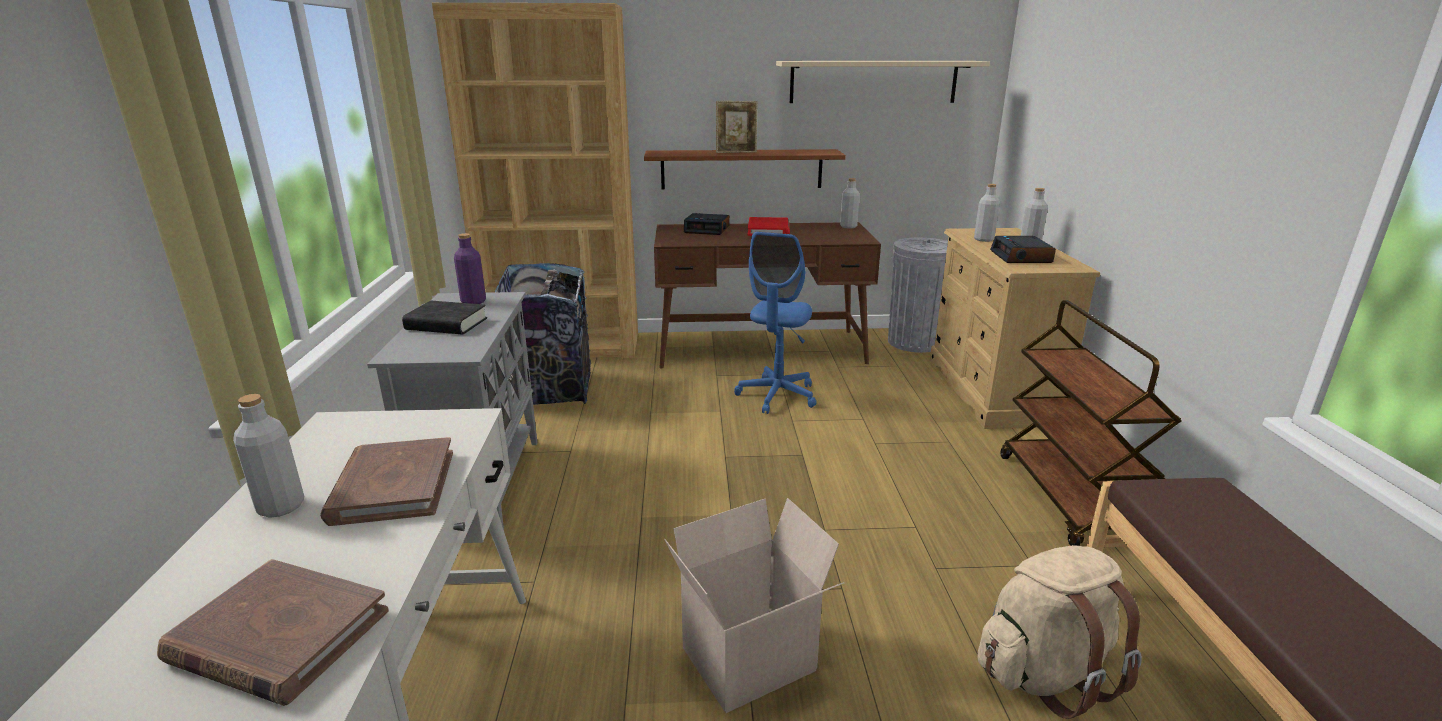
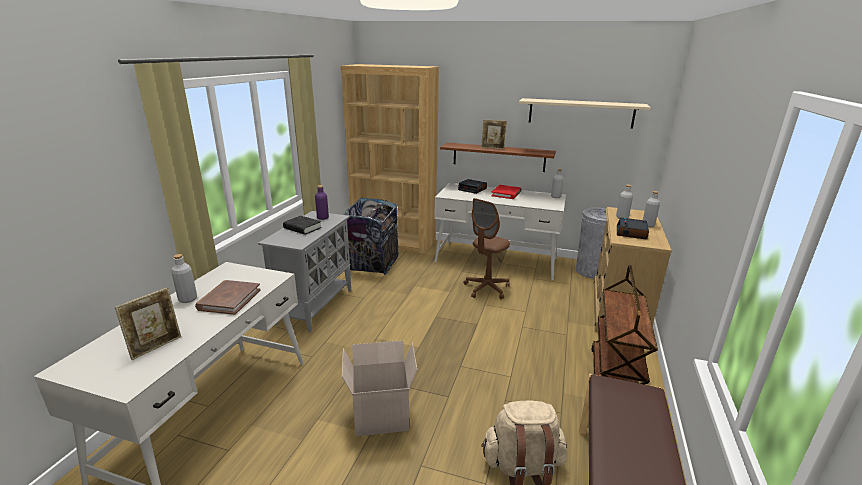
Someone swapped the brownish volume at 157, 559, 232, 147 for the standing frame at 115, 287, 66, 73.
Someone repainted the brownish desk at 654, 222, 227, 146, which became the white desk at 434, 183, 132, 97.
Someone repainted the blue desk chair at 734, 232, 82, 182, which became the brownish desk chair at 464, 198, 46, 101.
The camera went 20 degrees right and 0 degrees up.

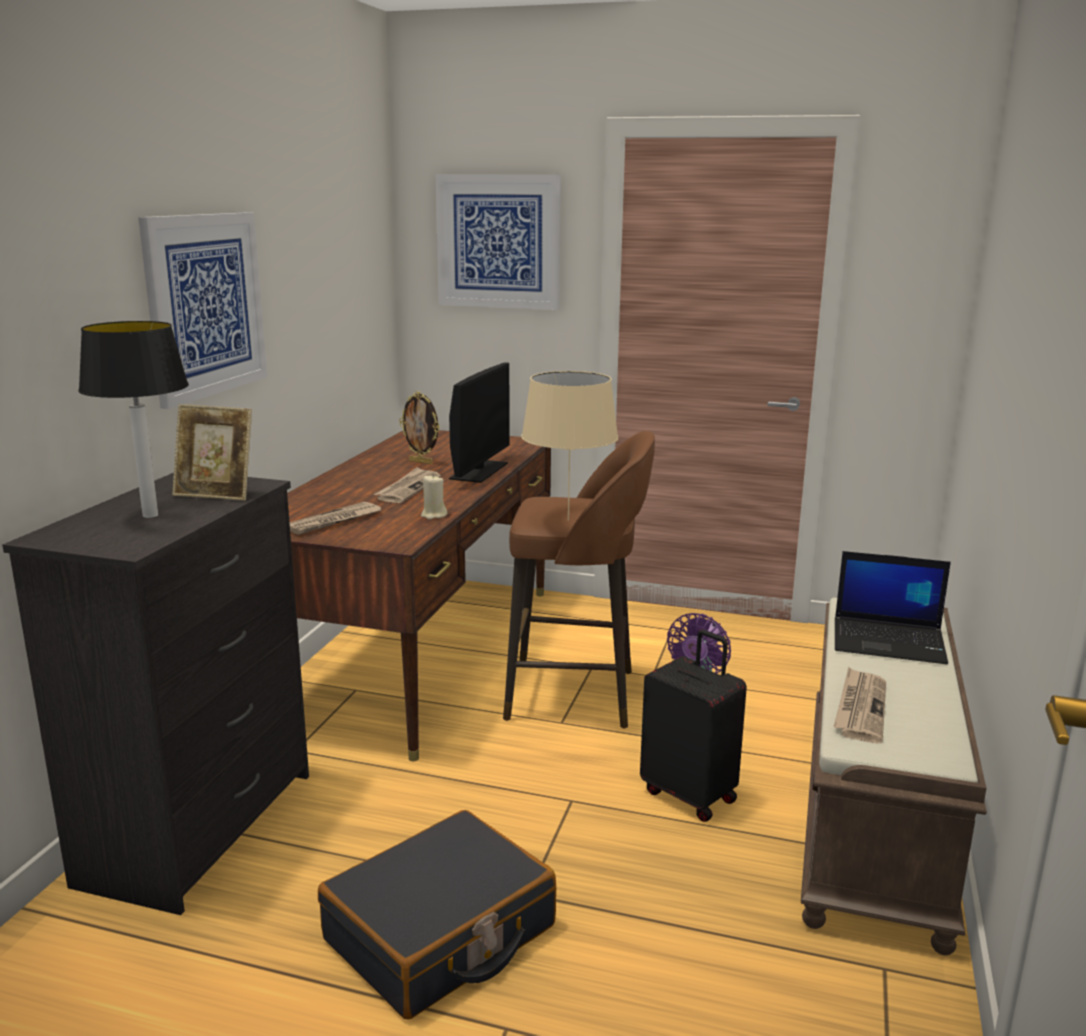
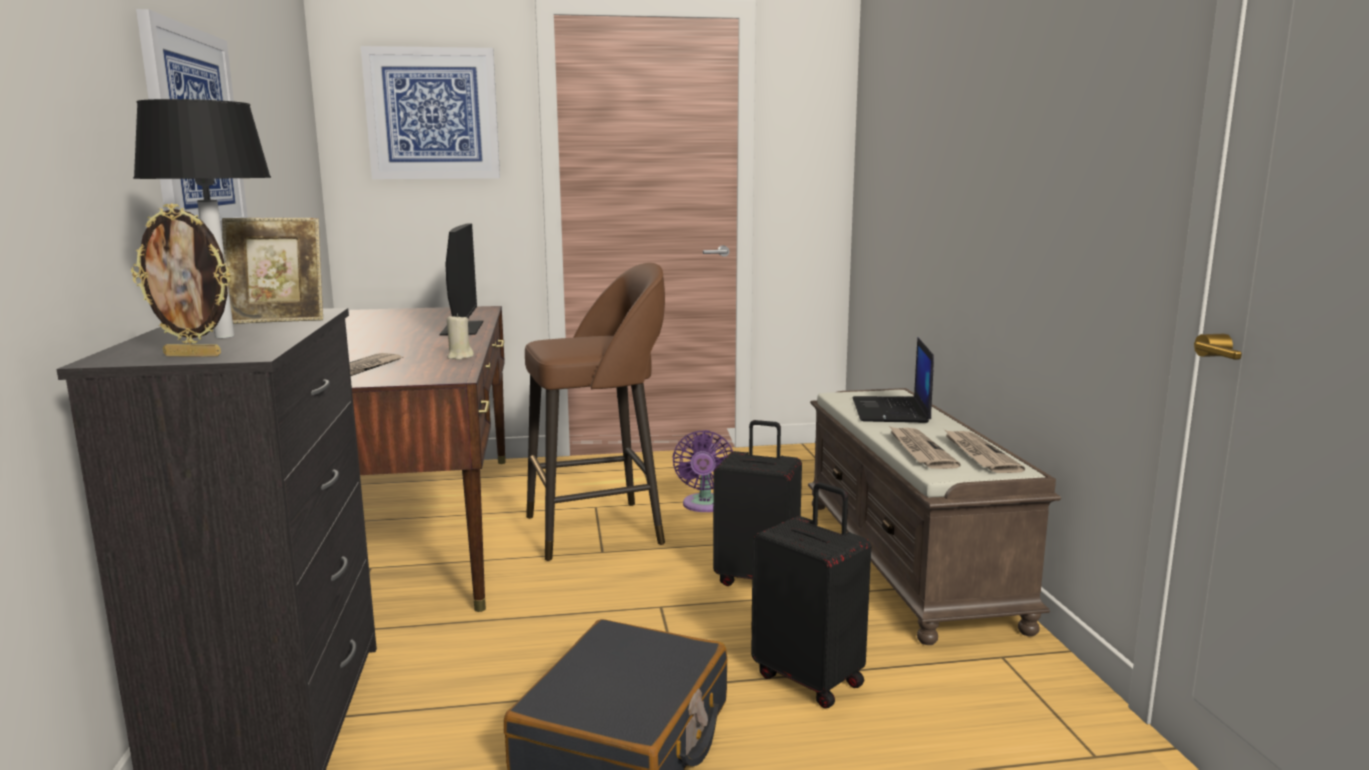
Someone carried the standing frame from 399, 391, 41, 73 to 131, 204, 100, 153.
Someone put down the blackish travel case at 751, 482, 120, 227.
Someone rotated the notebook computer at 835, 551, 116, 113 by 105 degrees clockwise.
Someone carried the newspaper from 374, 467, 67, 36 to 945, 430, 80, 43.
Someone took away the beige-coloured lamp for a table at 521, 371, 97, 150.
The camera went 25 degrees left and 5 degrees down.

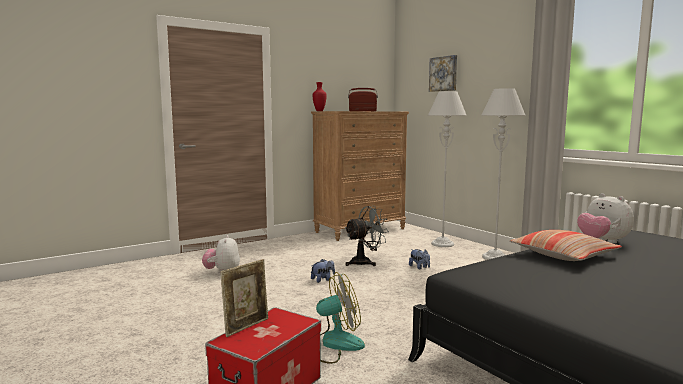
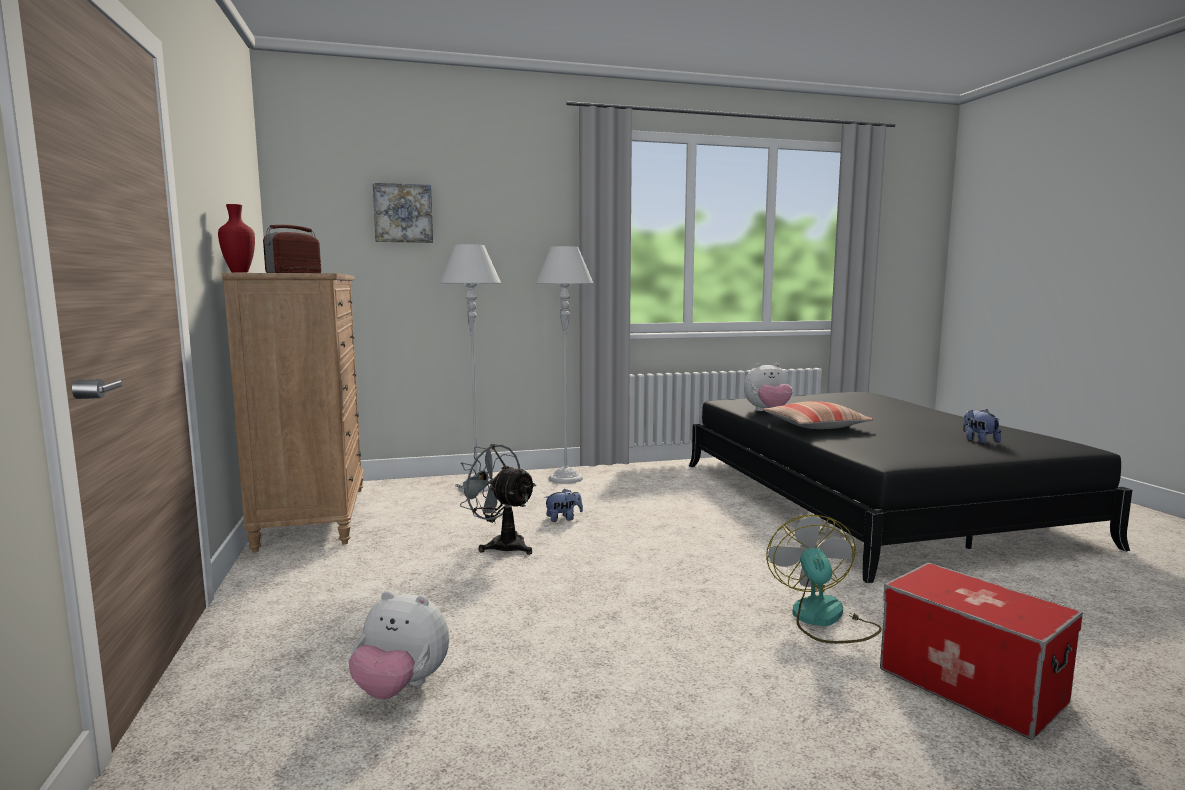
Someone rotated the greyish electric fan at 345, 206, 44, 60 by 45 degrees counterclockwise.
Someone carried the soft toy from 311, 259, 24, 24 to 963, 409, 38, 35.
Someone took away the standing frame at 220, 259, 48, 78.
The camera went 70 degrees left and 0 degrees up.

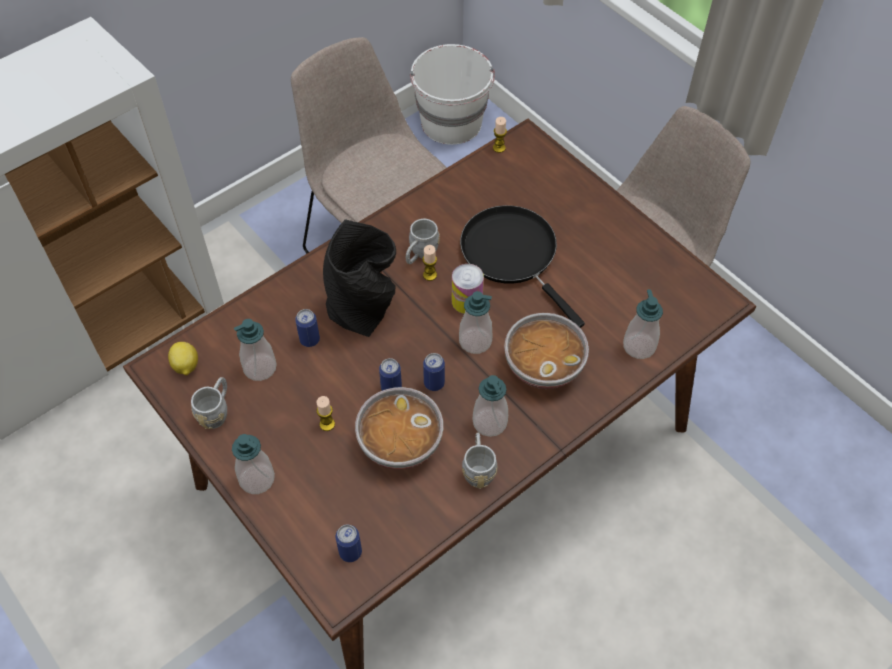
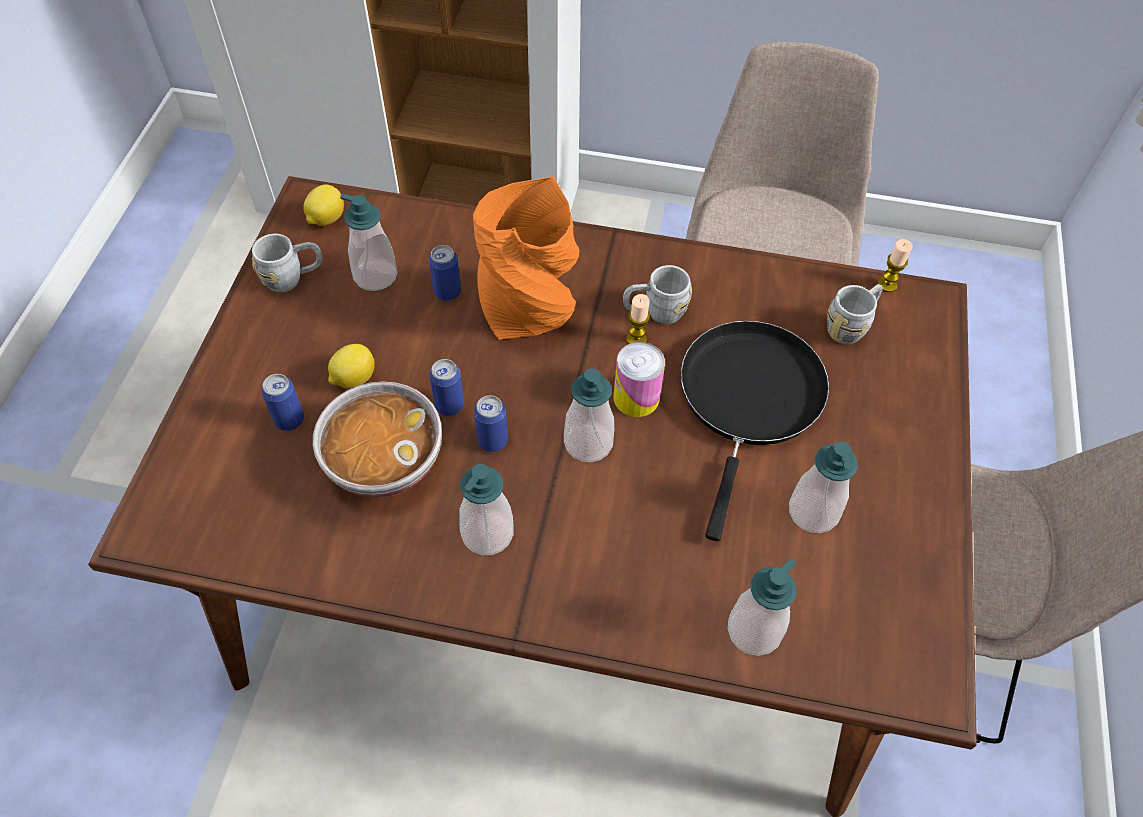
Someone carried the sealed can from 335, 524, 27, 38 to 261, 374, 43, 57.
Someone swapped the candle at 316, 396, 19, 35 for the whole lemon at 328, 344, 47, 44.
Someone repainted the blackish vase at 323, 219, 73, 118, which became the orange-coloured vase at 473, 176, 106, 164.
Someone carried the liquid soap bottle from 232, 434, 43, 60 to 789, 441, 69, 92.
Someone carried the greyish coffee mug from 462, 433, 36, 56 to 827, 284, 56, 60.
Someone took away the white bucket at 410, 44, 85, 101.
Someone took away the deep dish at 504, 313, 85, 76.
The camera went 50 degrees right and 0 degrees up.

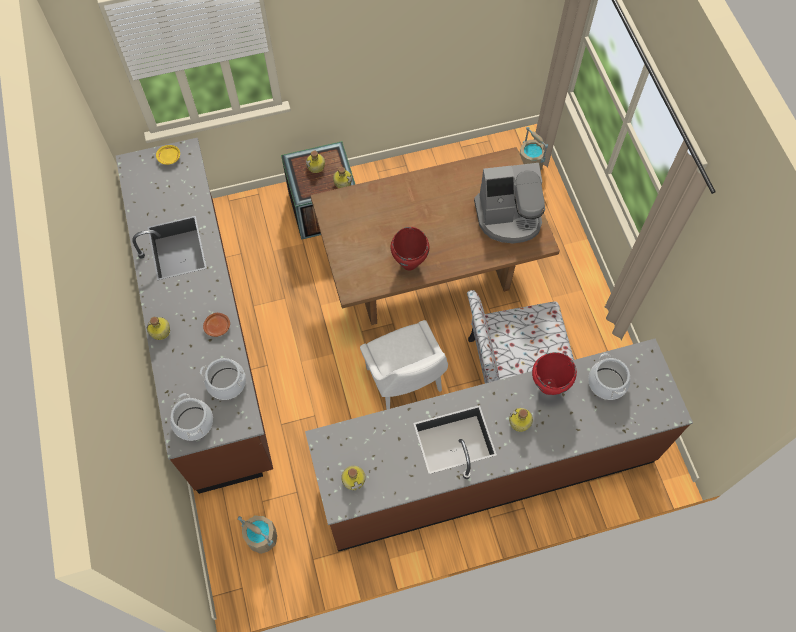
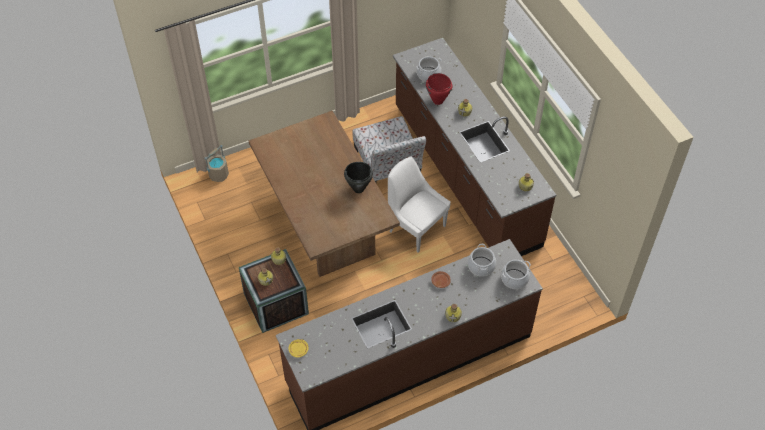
Someone repainted the reddish saucepot at 391, 227, 38, 43, which became the blackish saucepot at 344, 162, 29, 31.
Someone rotated the white upright chair at 360, 320, 88, 90 by 105 degrees counterclockwise.
Someone took away the beige-coloured bucket at 238, 516, 39, 38.
Someone took away the coffee brewer at 474, 163, 71, 80.
The camera went 100 degrees left and 10 degrees down.

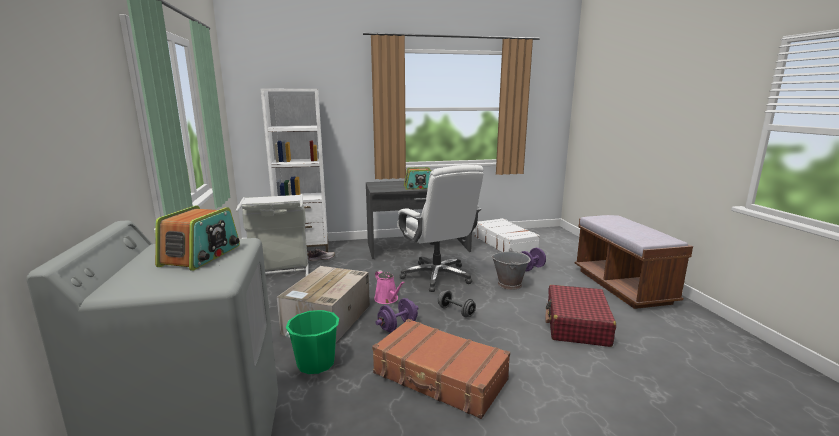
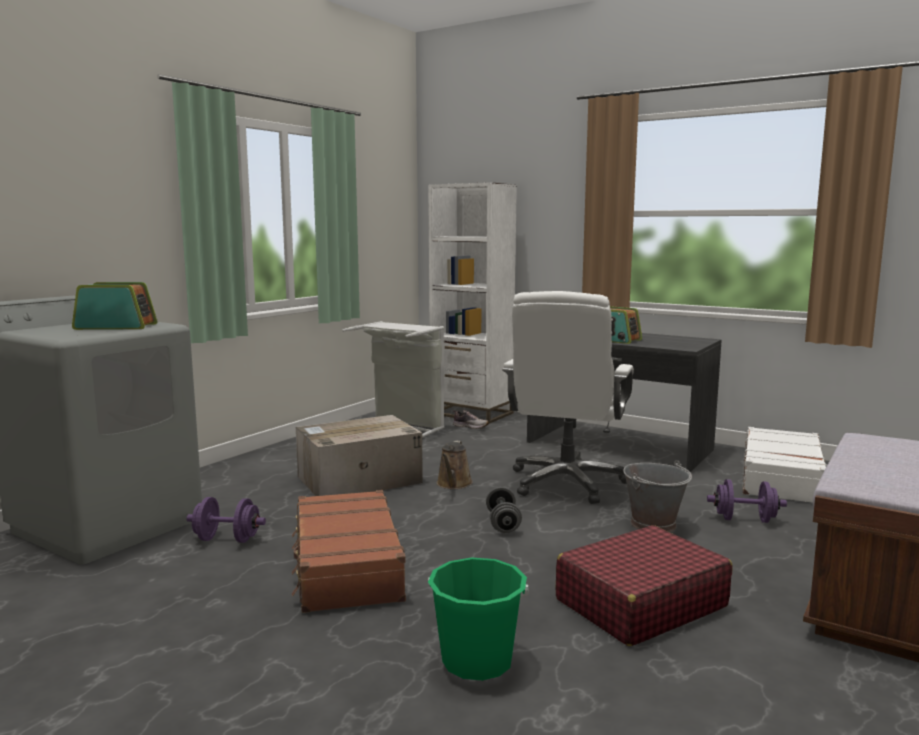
Someone rotated the radio receiver at 155, 206, 85, 65 by 150 degrees counterclockwise.
Someone carried the purple-coloured dumbbell from 376, 298, 43, 35 to 186, 497, 80, 46.
Someone carried the green bucket from 285, 310, 54, 64 to 428, 558, 101, 123.
Someone repainted the pink sprinkling can at 374, 270, 31, 34, which became the brownish sprinkling can at 436, 441, 37, 48.
The camera went 45 degrees right and 5 degrees down.

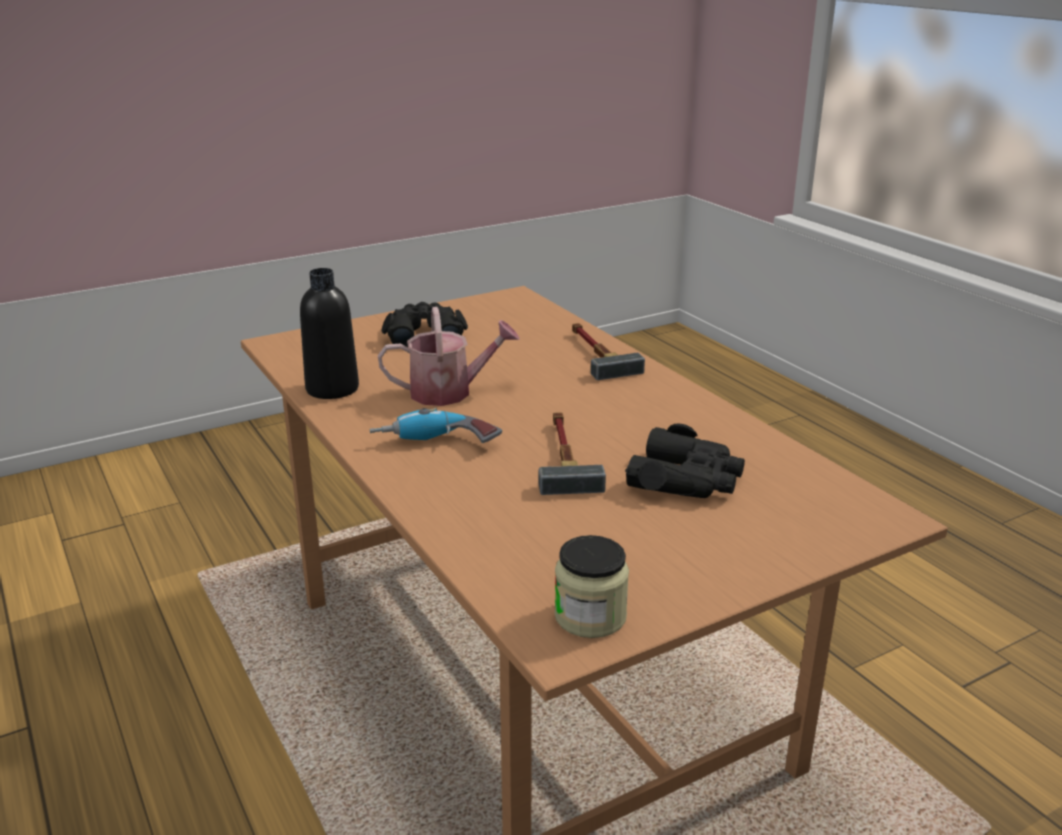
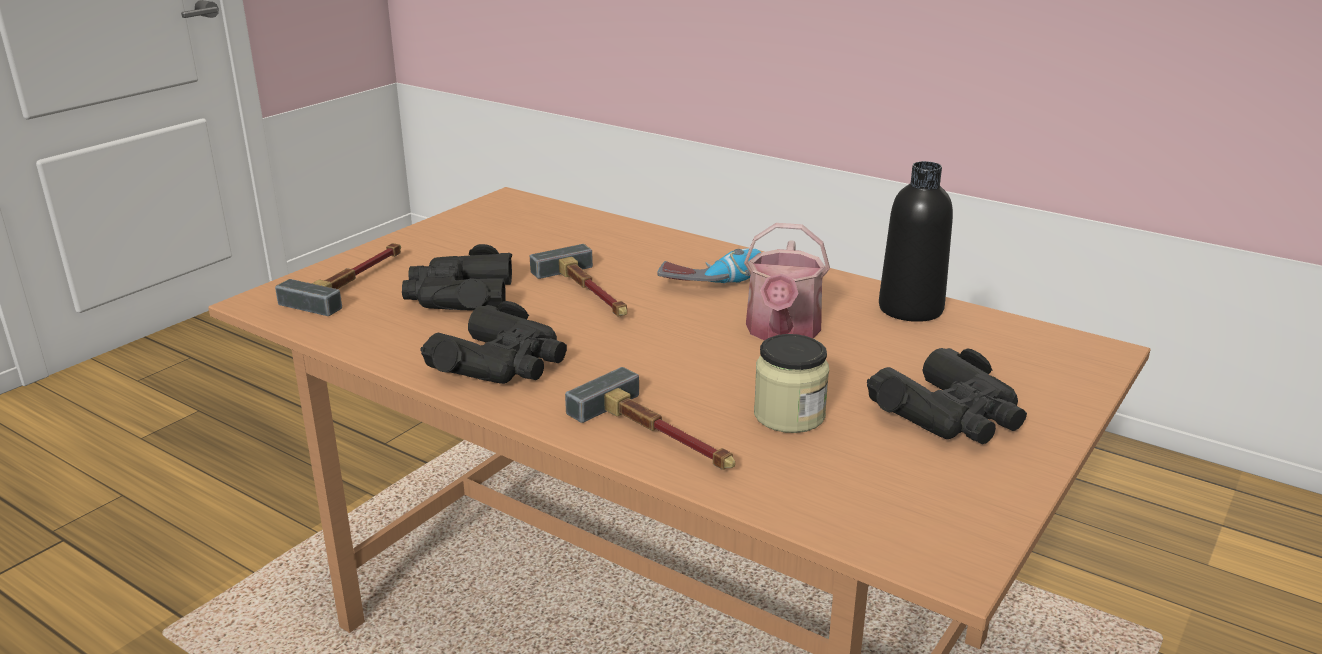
Someone put down the hand hammer at 275, 243, 126, 73.
Someone put down the blackish field glasses at 420, 301, 147, 83.
Someone rotated the sprinkling can at 378, 307, 142, 99 by 45 degrees counterclockwise.
Someone carried the jar from 554, 535, 75, 103 to 754, 334, 75, 99.
The camera went 155 degrees right and 0 degrees up.

